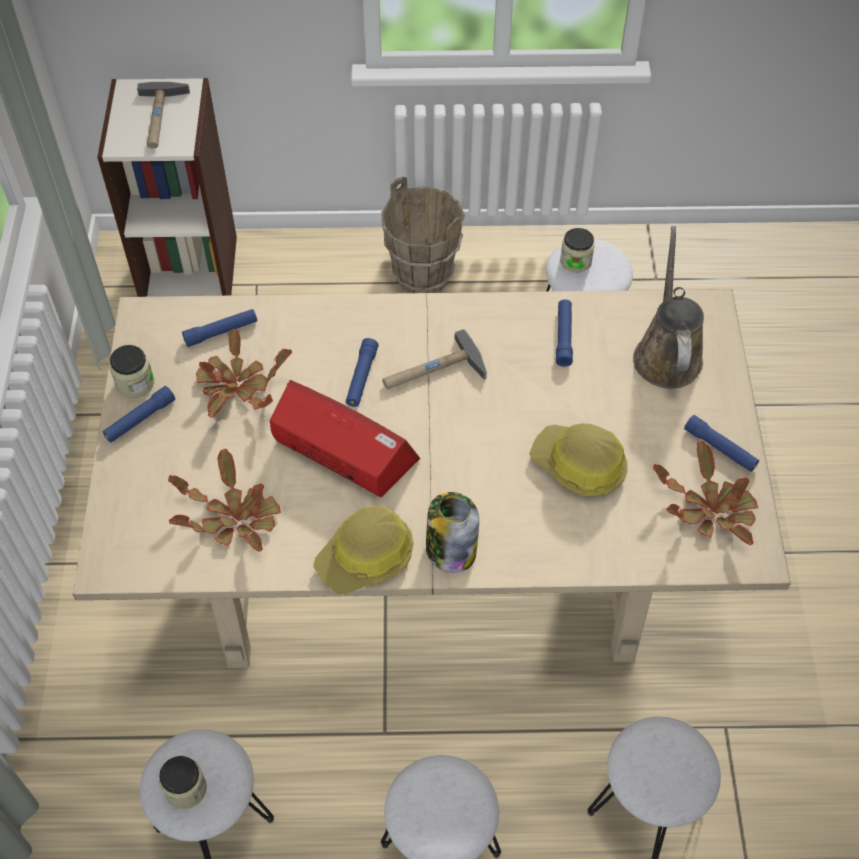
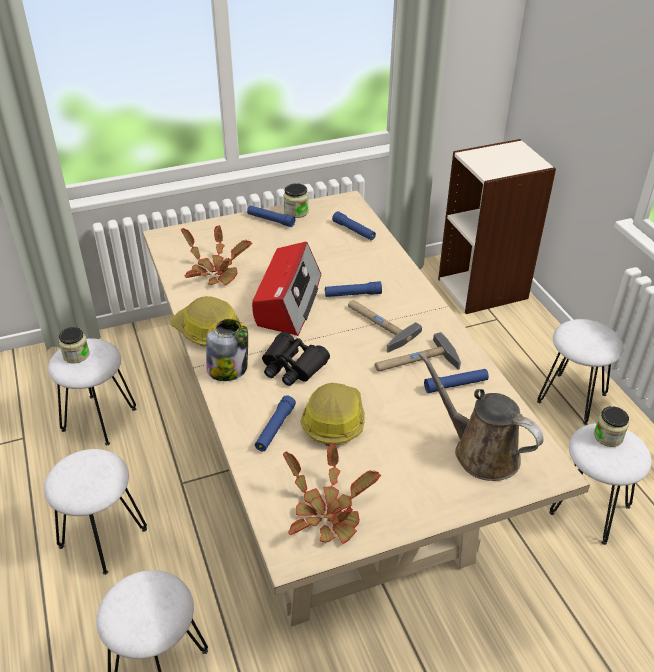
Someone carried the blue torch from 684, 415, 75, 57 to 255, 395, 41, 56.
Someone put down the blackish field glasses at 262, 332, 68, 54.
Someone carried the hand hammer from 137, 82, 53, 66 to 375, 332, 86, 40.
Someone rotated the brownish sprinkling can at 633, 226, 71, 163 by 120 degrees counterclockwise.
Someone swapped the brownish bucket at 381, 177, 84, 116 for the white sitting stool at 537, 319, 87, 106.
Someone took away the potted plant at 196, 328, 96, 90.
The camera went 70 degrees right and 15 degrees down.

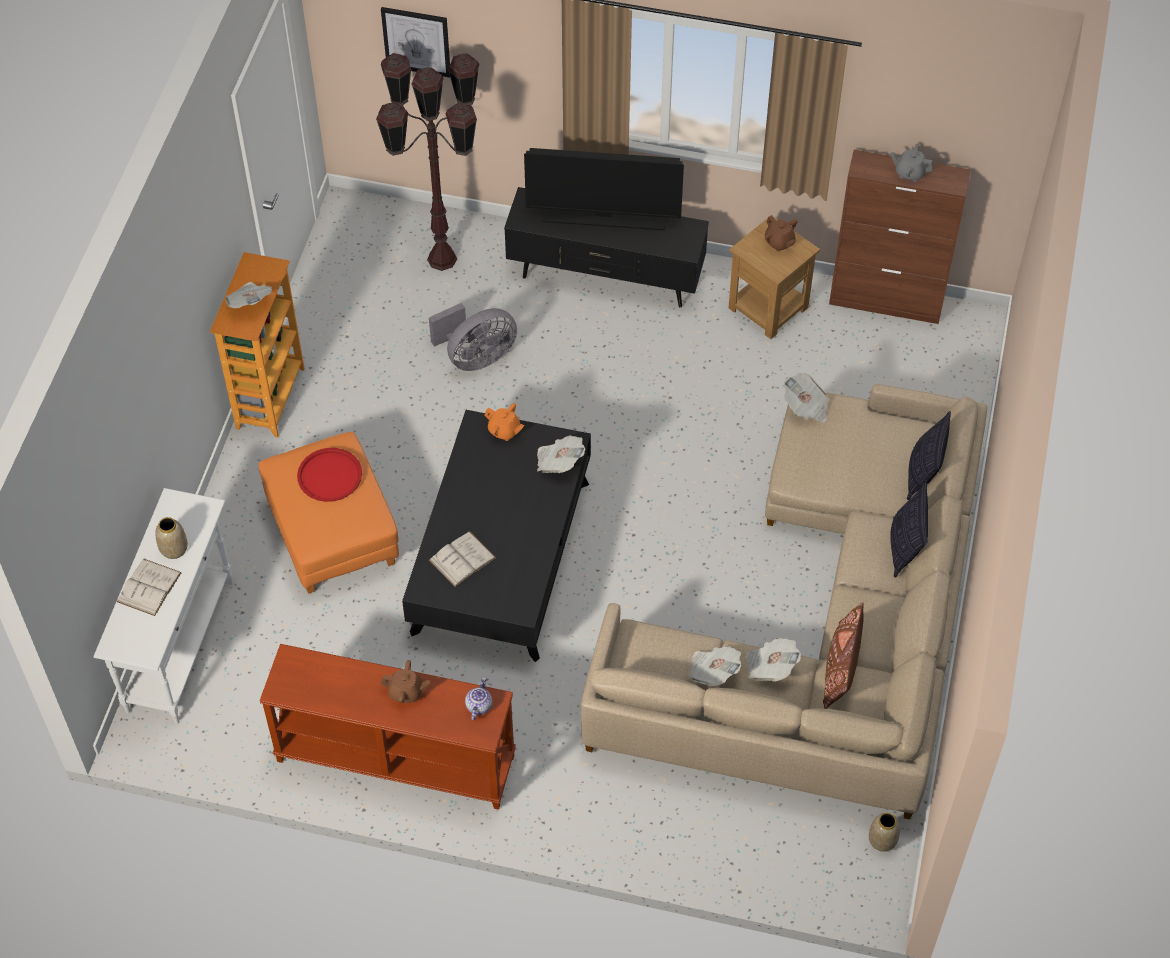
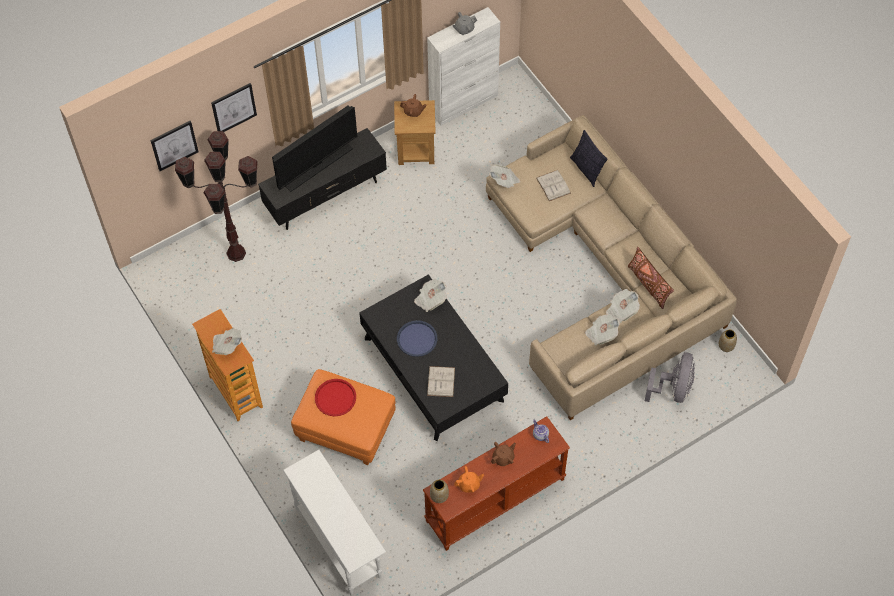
Someone put up the wall picture at 211, 83, 46, 49.
Someone put down the blue tray at 397, 320, 40, 37.
Someone repainted the brownish cabinet at 829, 150, 142, 174, which became the white cabinet at 427, 7, 73, 119.
Someone carried the vase from 155, 517, 33, 42 to 430, 480, 19, 23.
Someone carried the orange-coloured tea pot from 484, 403, 40, 38 to 454, 466, 30, 27.
Someone carried the white volume from 117, 559, 65, 57 to 536, 170, 35, 31.
Someone carried the greyish electric fan from 429, 303, 88, 68 to 645, 353, 50, 50.
Someone took away the throw pillow at 890, 482, 38, 96.
The camera went 45 degrees left and 5 degrees up.

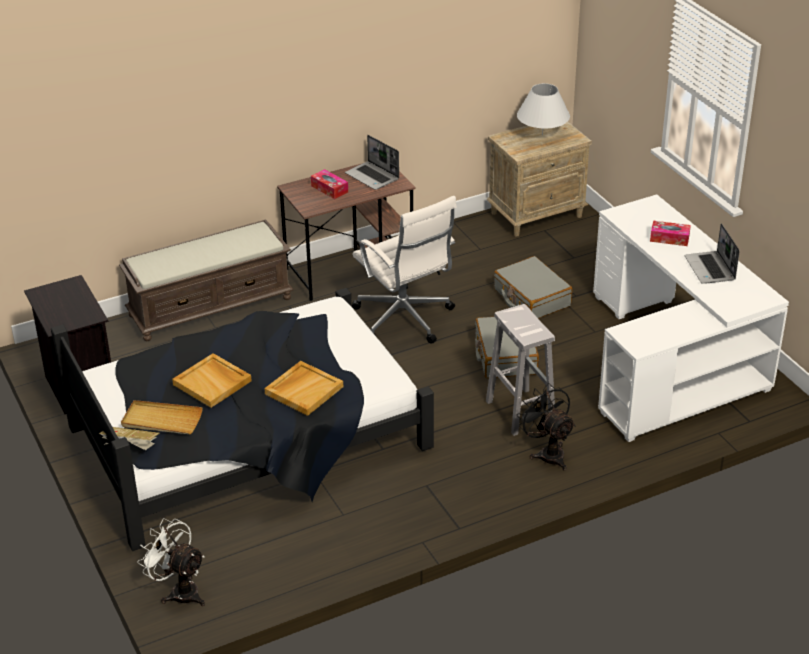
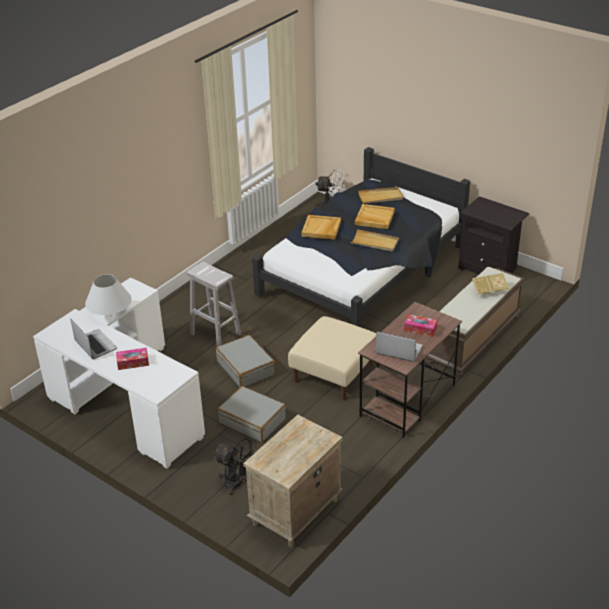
Someone carried the white lamp for a table from 517, 83, 53, 52 to 85, 274, 46, 41.
Someone carried the blackish electric fan from 517, 383, 59, 88 to 213, 439, 45, 57.
Someone swapped the white desk chair at 352, 196, 105, 148 for the beige-coloured footrest at 288, 316, 88, 84.
Someone put down the beige-coloured tray at 350, 229, 49, 22.
Someone carried the volume from 99, 427, 61, 23 to 472, 273, 37, 24.
The camera went 155 degrees right and 0 degrees up.

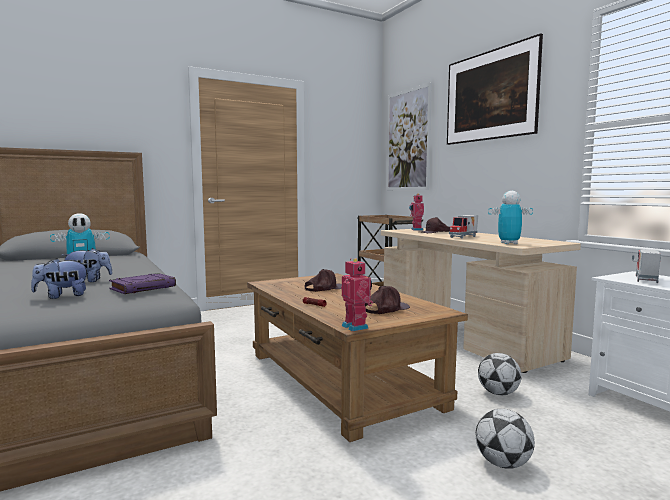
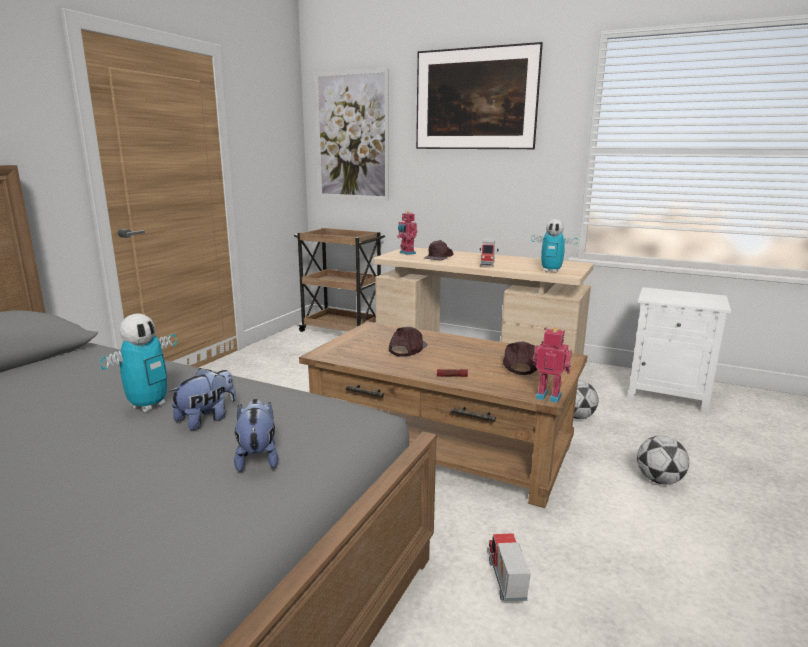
Someone rotated the soft toy at 31, 258, 58, 41 by 135 degrees clockwise.
Someone carried the toy truck from 632, 249, 29, 34 to 487, 533, 44, 69.
Someone rotated the toy robot at 488, 191, 45, 53 by 120 degrees counterclockwise.
Someone took away the purple-coloured volume at 109, 273, 67, 21.
The camera went 35 degrees left and 10 degrees up.

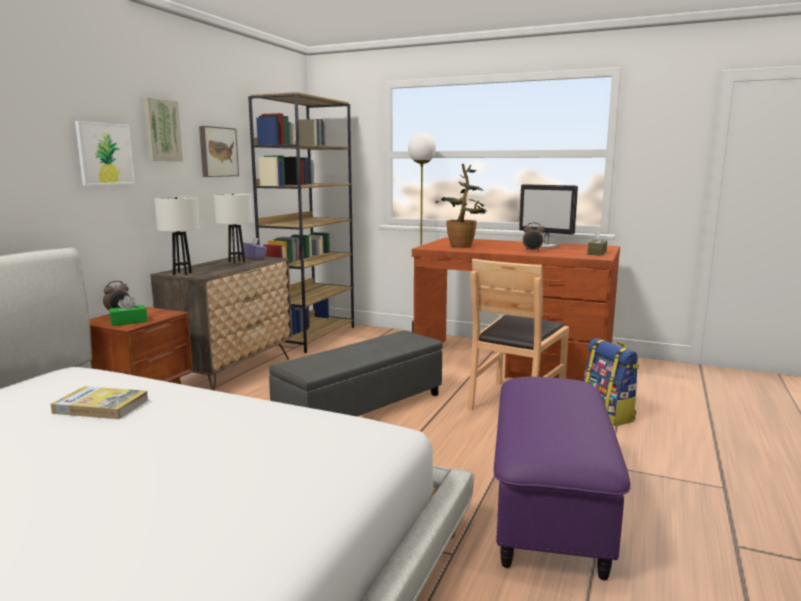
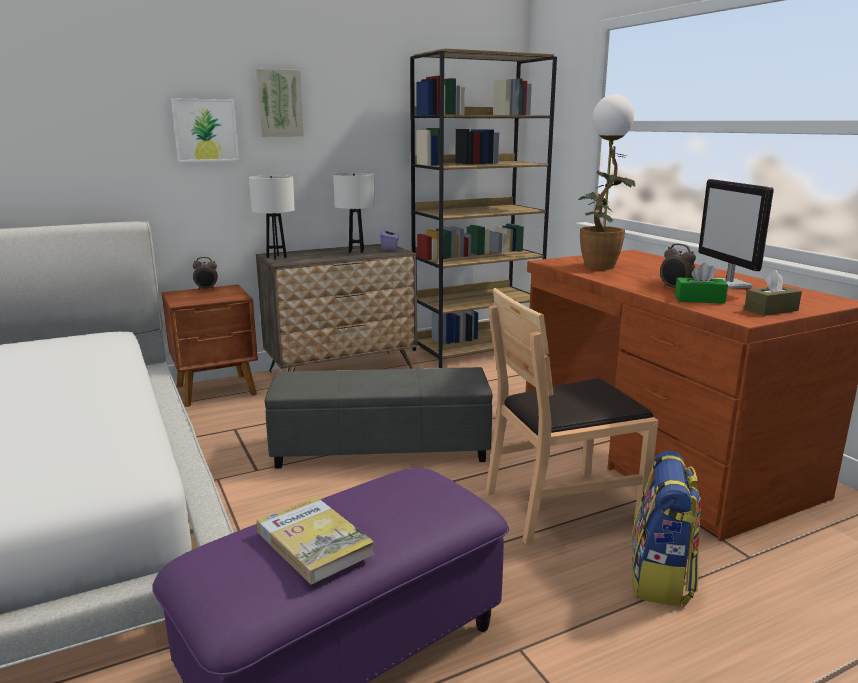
Someone carried the volume from 51, 386, 97, 33 to 256, 497, 118, 87.
Someone carried the green box of tissues from 109, 295, 39, 31 to 675, 262, 53, 42.
Someone took away the wall picture at 199, 126, 40, 51.
The camera went 40 degrees right and 5 degrees up.

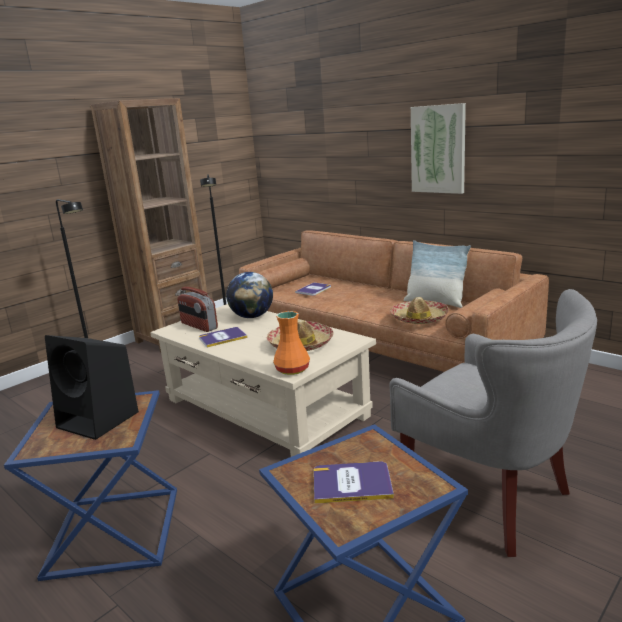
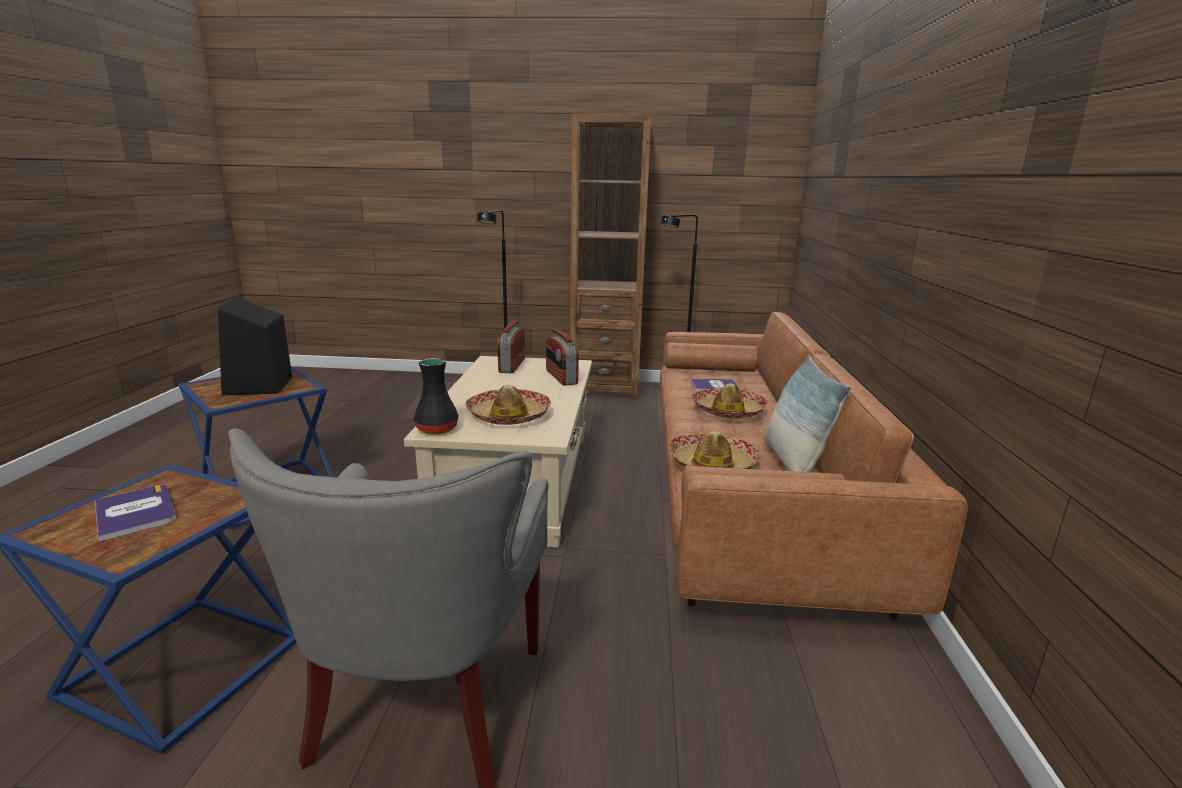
Someone repainted the orange-coloured vase at 273, 311, 37, 64, which became the blackish vase at 414, 358, 45, 77.
Someone swapped the world globe at 226, 272, 47, 46 for the radio receiver at 546, 329, 33, 57.
Someone put down the wearable hat at 692, 383, 76, 35.
Someone took away the volume at 199, 327, 49, 20.
Someone took away the wall picture at 411, 103, 55, 91.
The camera went 50 degrees right and 0 degrees up.

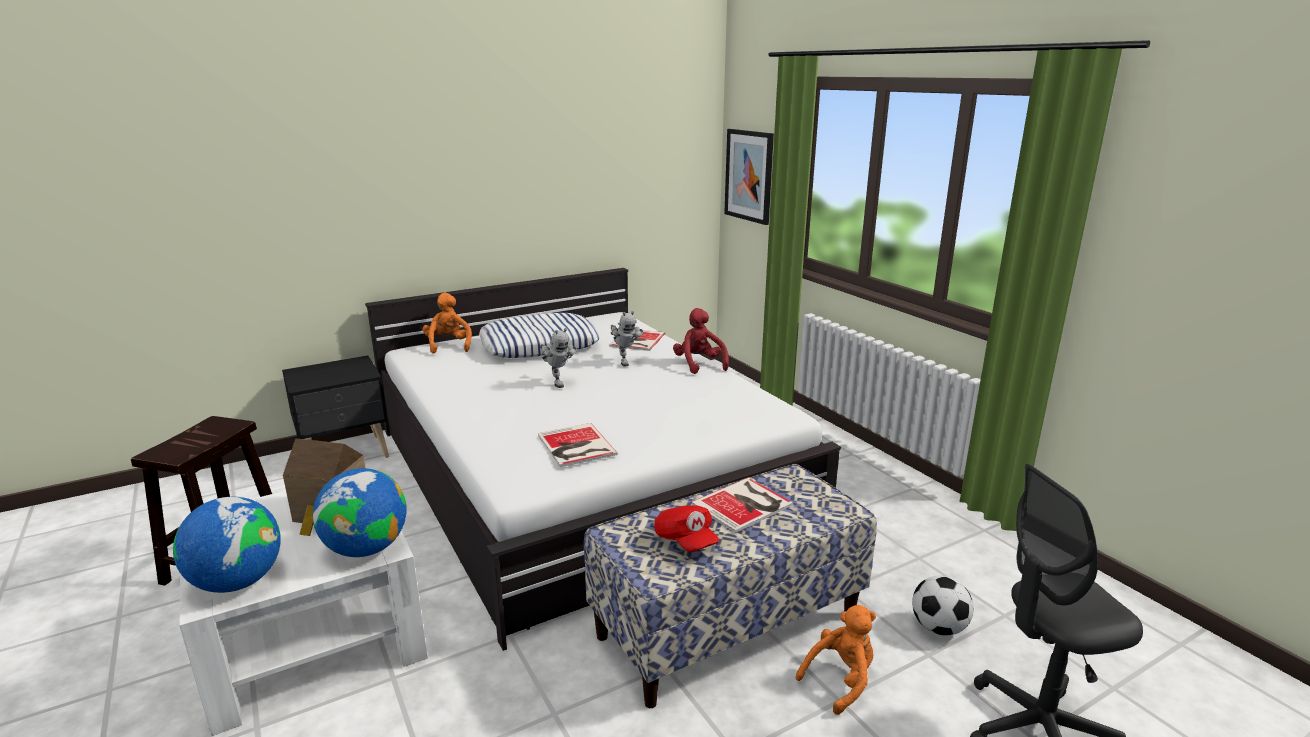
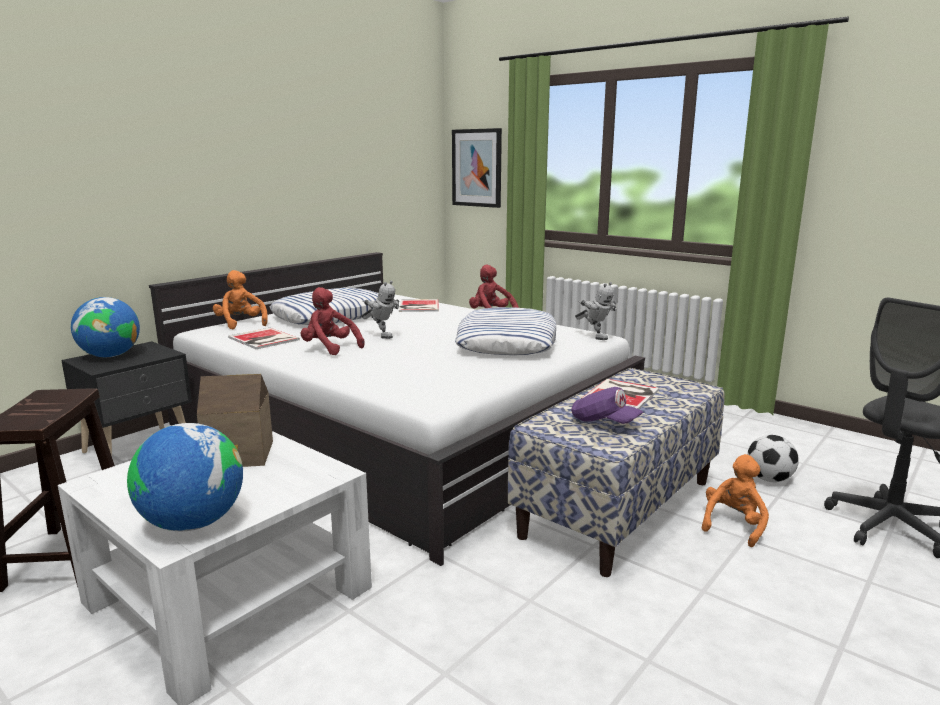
Someone carried the world globe from 313, 468, 94, 89 to 71, 297, 69, 60.
Someone carried the volume from 538, 423, 80, 44 to 228, 328, 72, 21.
Someone put down the reddish soft toy at 301, 287, 64, 68.
Someone put down the throw pillow at 455, 307, 101, 48.
Someone repainted the reddish cap at 654, 505, 65, 47, which became the purple-coloured cap at 571, 387, 72, 37.
Someone carried the toy robot from 611, 311, 33, 55 to 575, 282, 42, 58.
The camera went 20 degrees left and 5 degrees down.

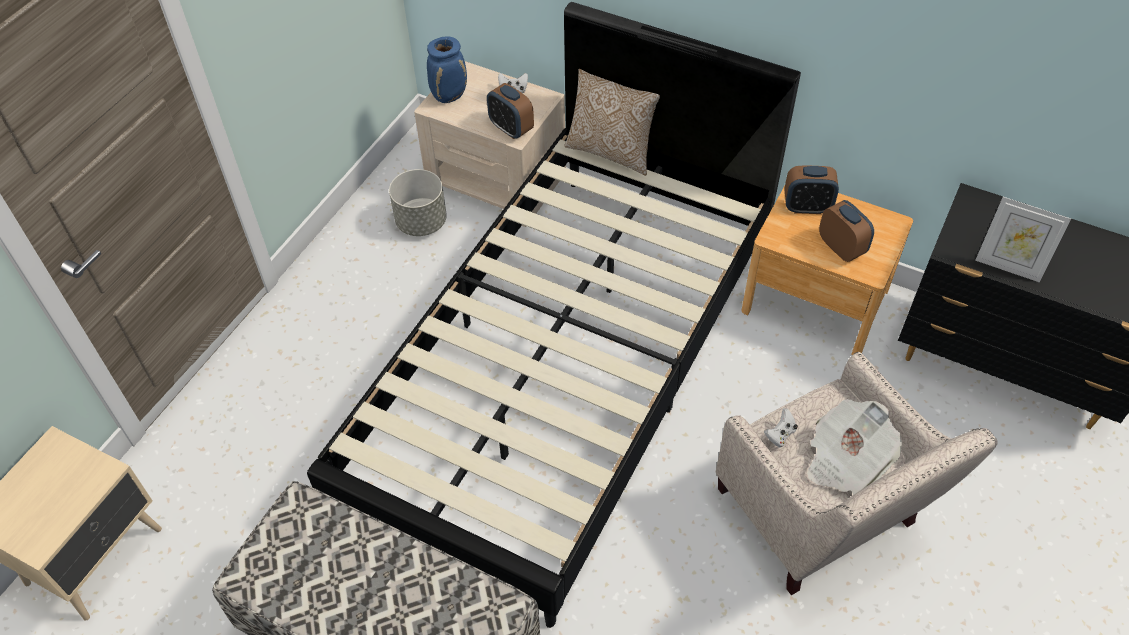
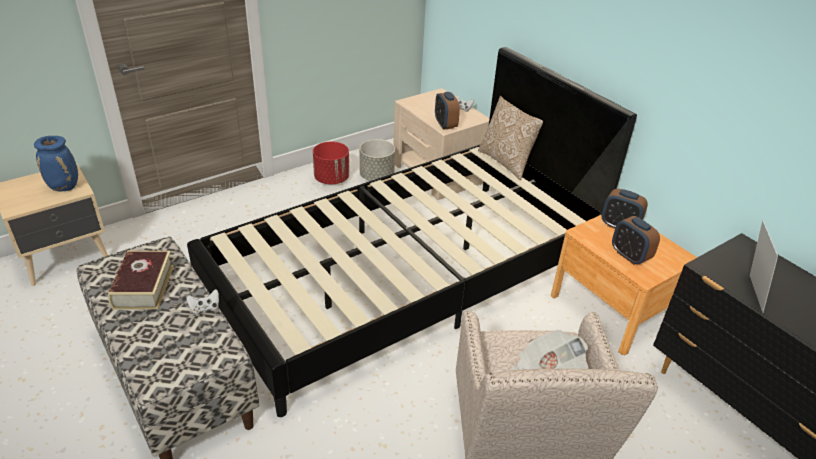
Someone carried the blue vase from 427, 36, 40, 67 to 34, 136, 44, 55.
Someone put down the volume at 108, 251, 66, 58.
Someone carried the white joypad from 764, 408, 34, 39 to 186, 289, 33, 26.
Someone put down the reddish flower pot at 313, 142, 36, 42.
Someone rotated the alarm clock at 819, 200, 55, 62 by 150 degrees clockwise.
Someone rotated the standing frame at 975, 197, 96, 86 by 135 degrees counterclockwise.
The camera went 25 degrees right and 15 degrees down.

